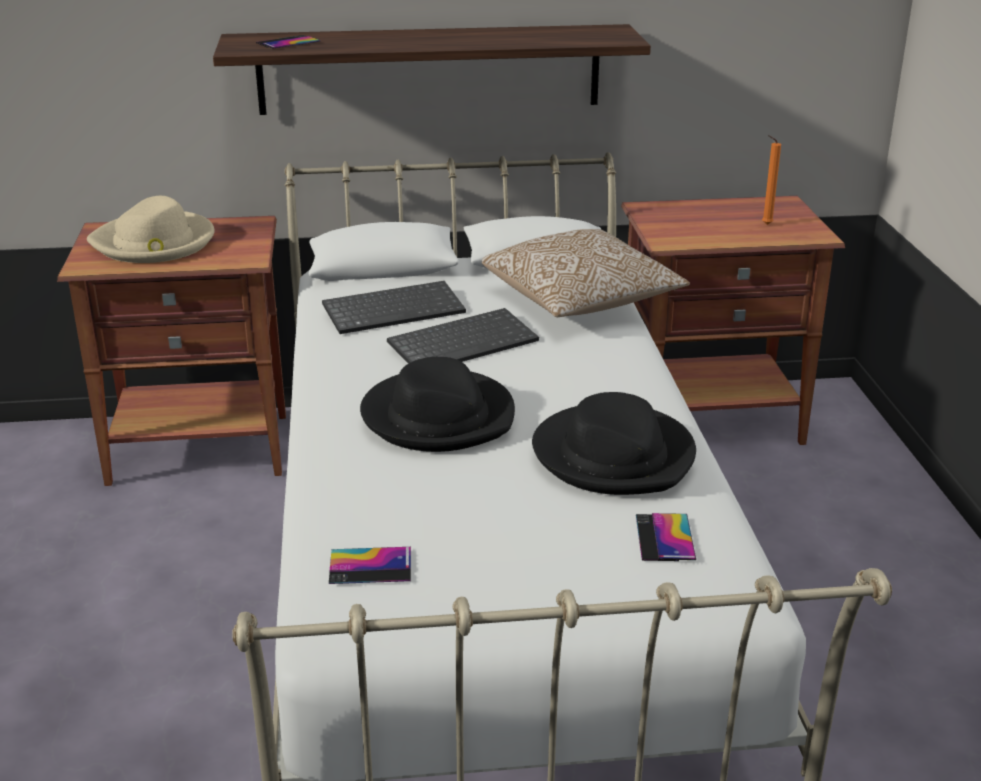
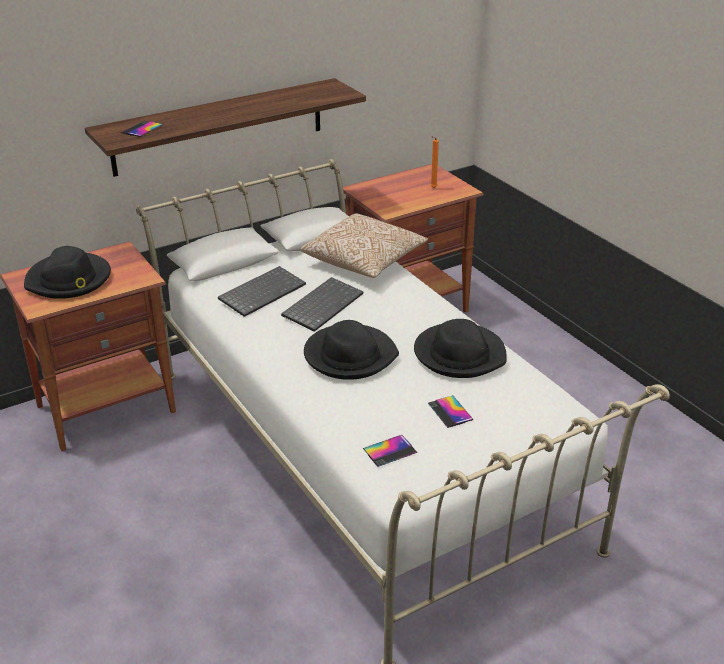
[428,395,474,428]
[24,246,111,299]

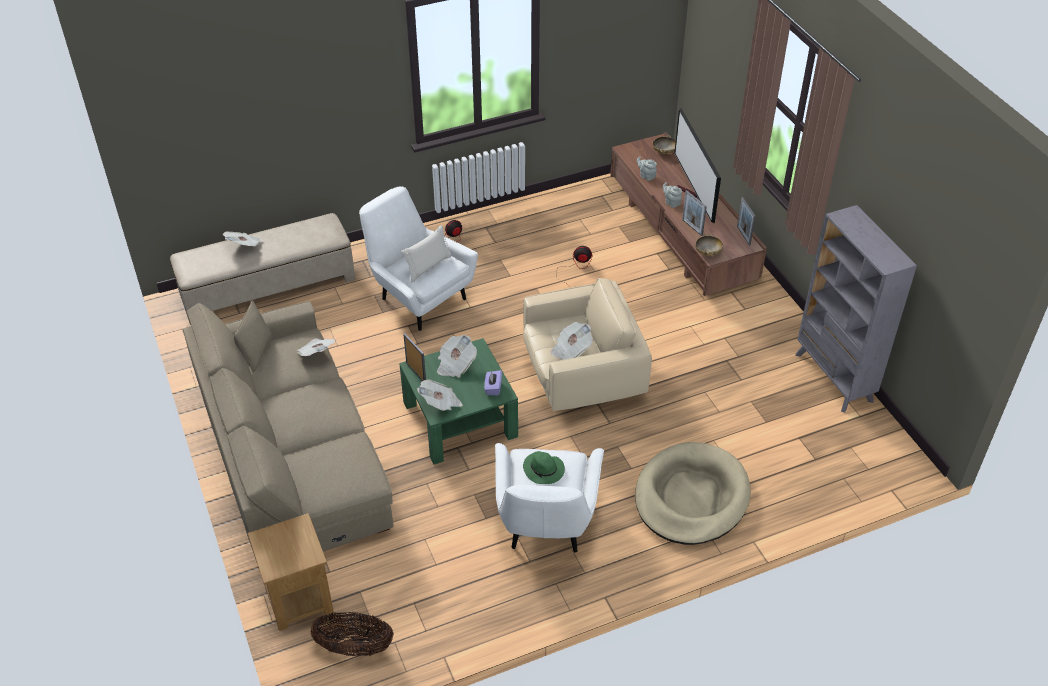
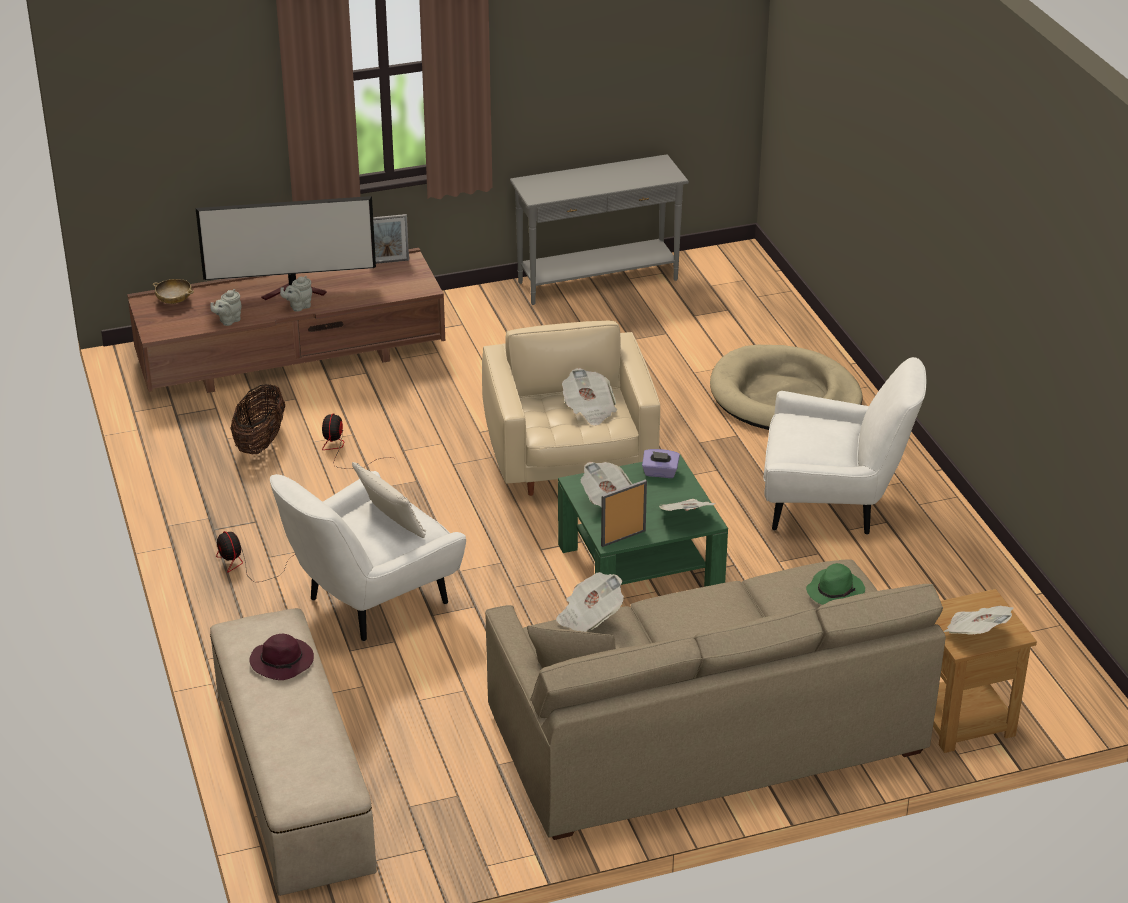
[682,190,707,236] (first image)
[695,233,723,256] (first image)
[249,634,314,680]
[944,606,1013,635]
[230,384,285,454]
[806,563,865,605]
[510,154,689,305]

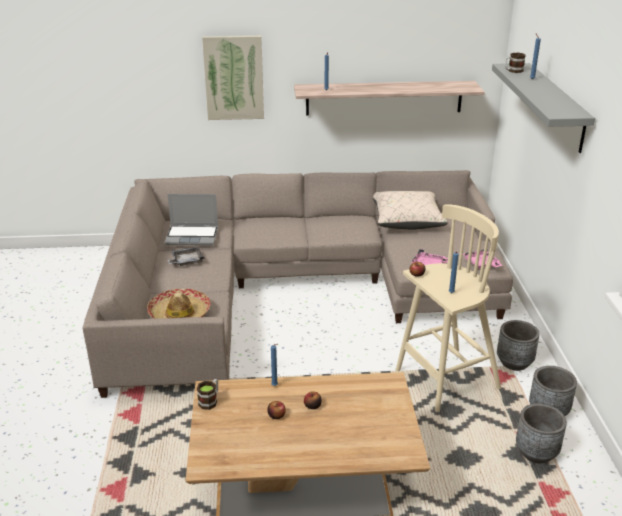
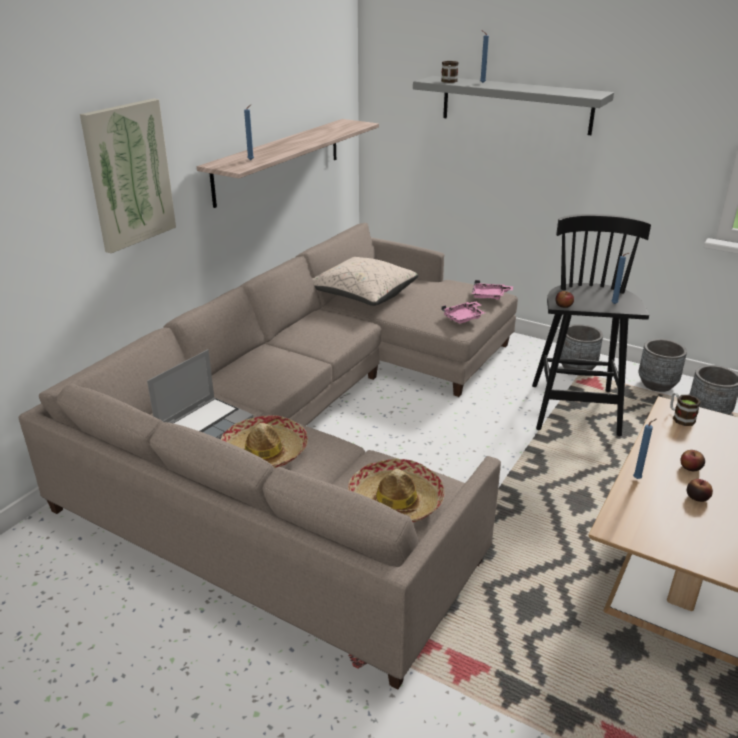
[670,393,701,426]
[221,415,308,468]
[532,214,651,436]

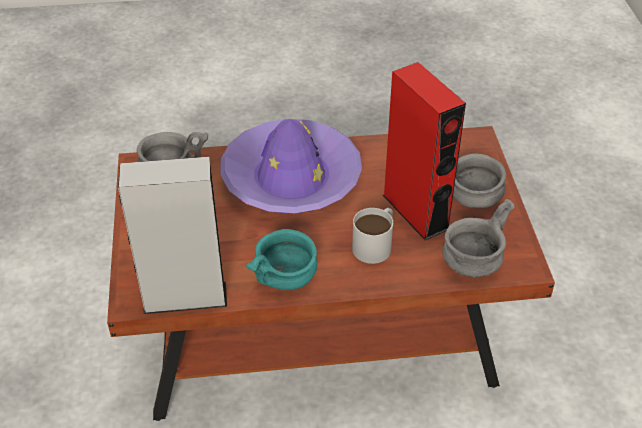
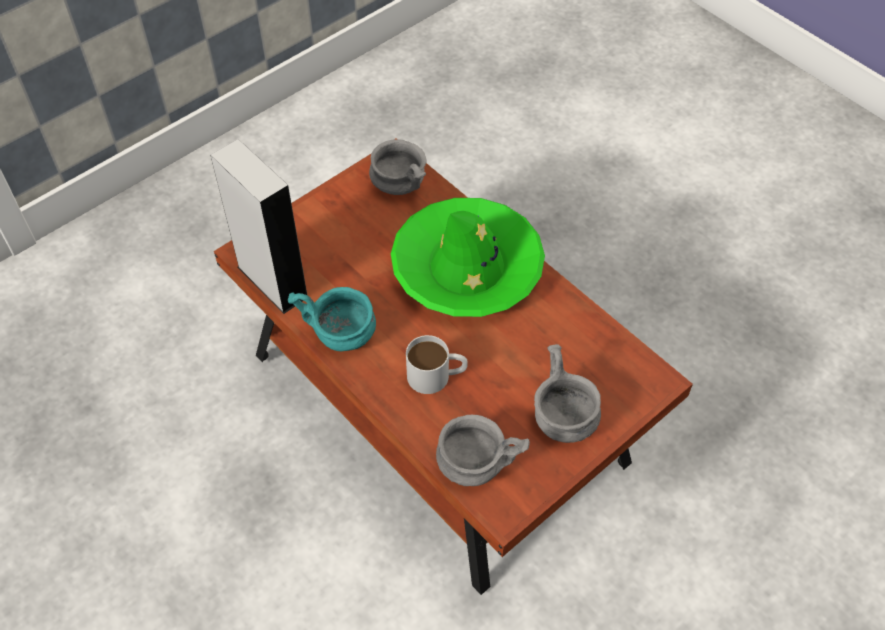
[383,62,466,240] (first image)
[391,198,545,317]

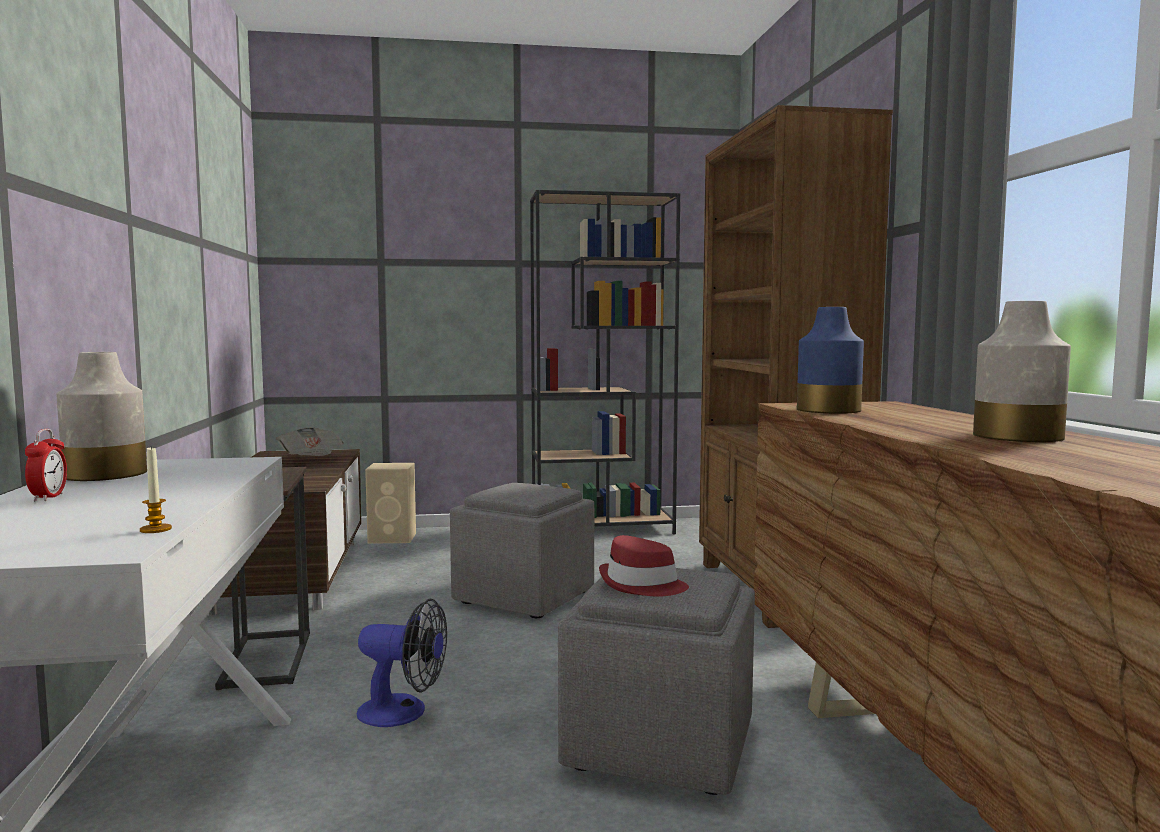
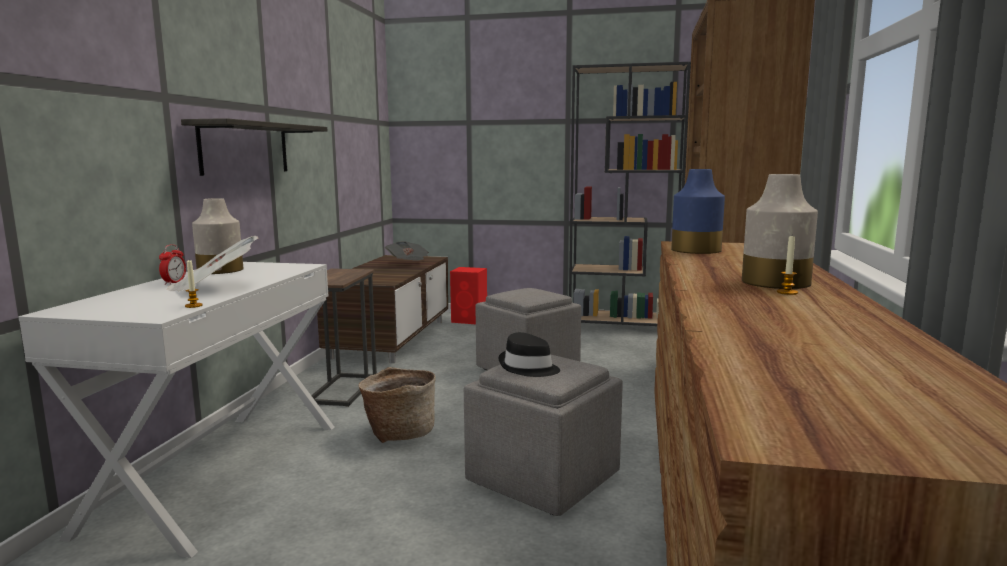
[167,236,258,292]
[181,118,327,176]
[777,236,798,295]
[359,367,436,443]
[450,267,487,324]
[499,332,560,377]

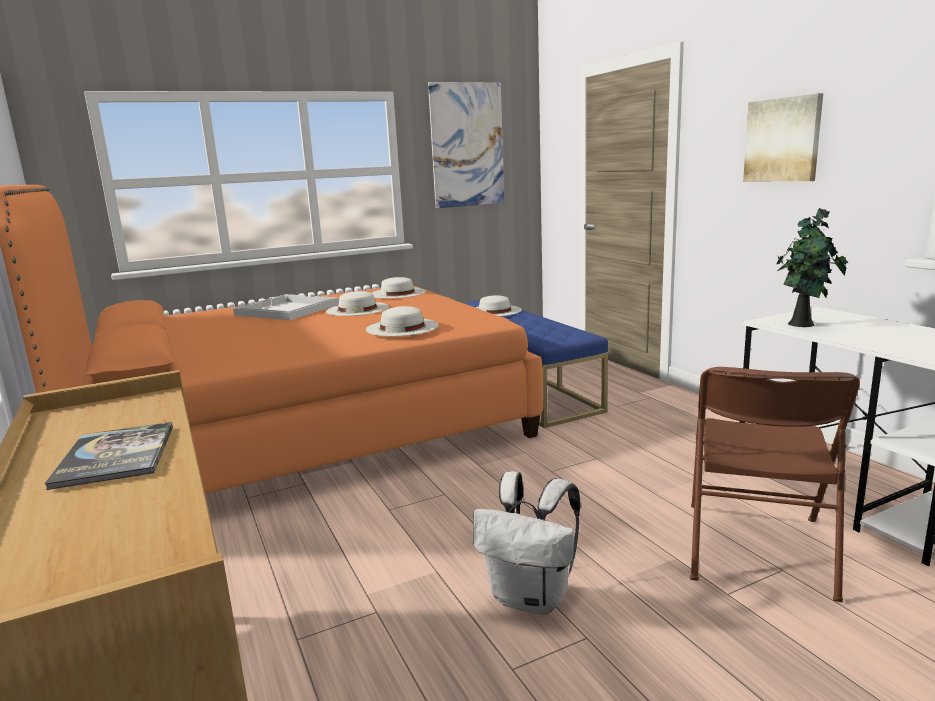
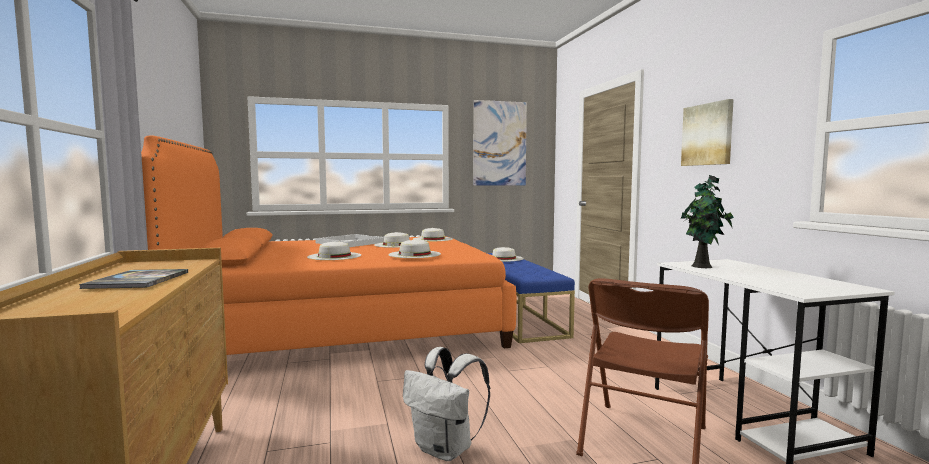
[307,242,361,260]

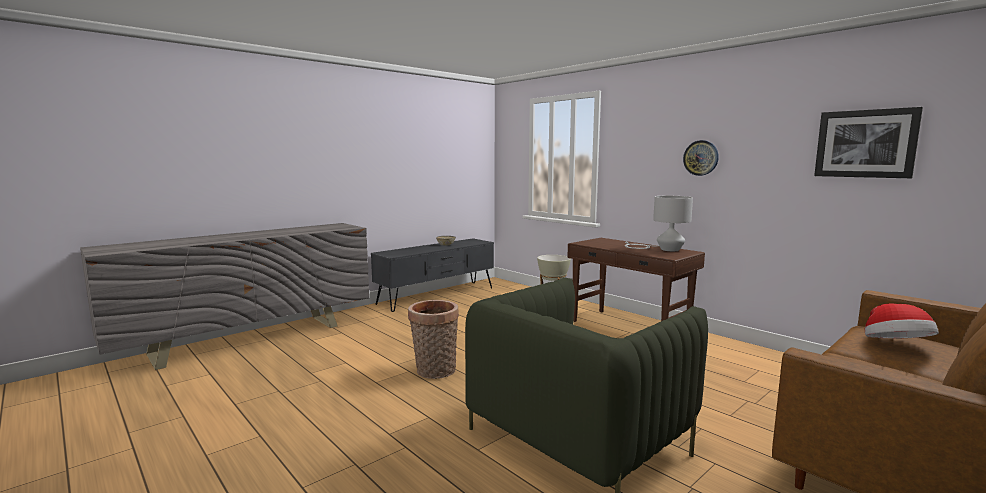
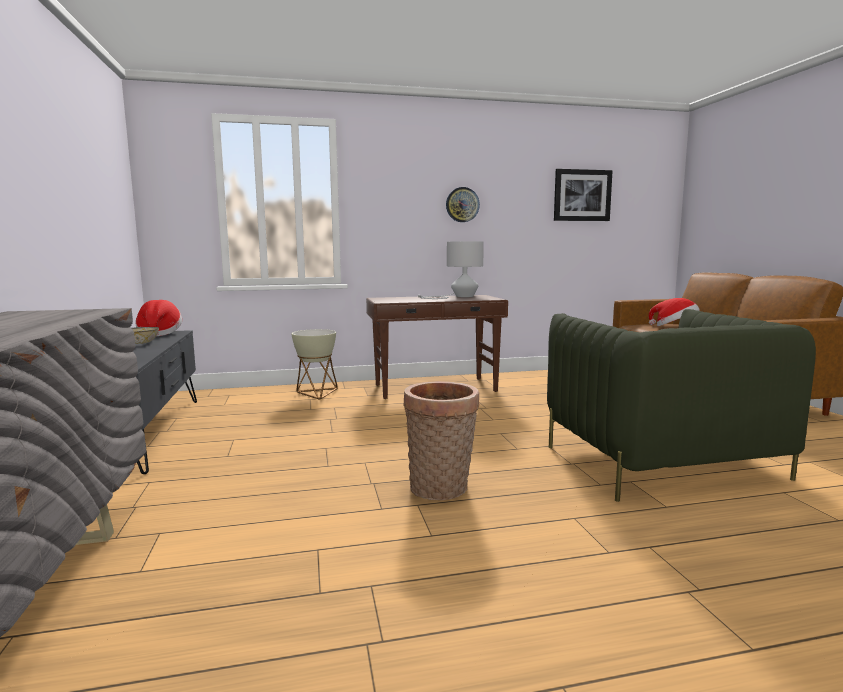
[135,300,182,337]

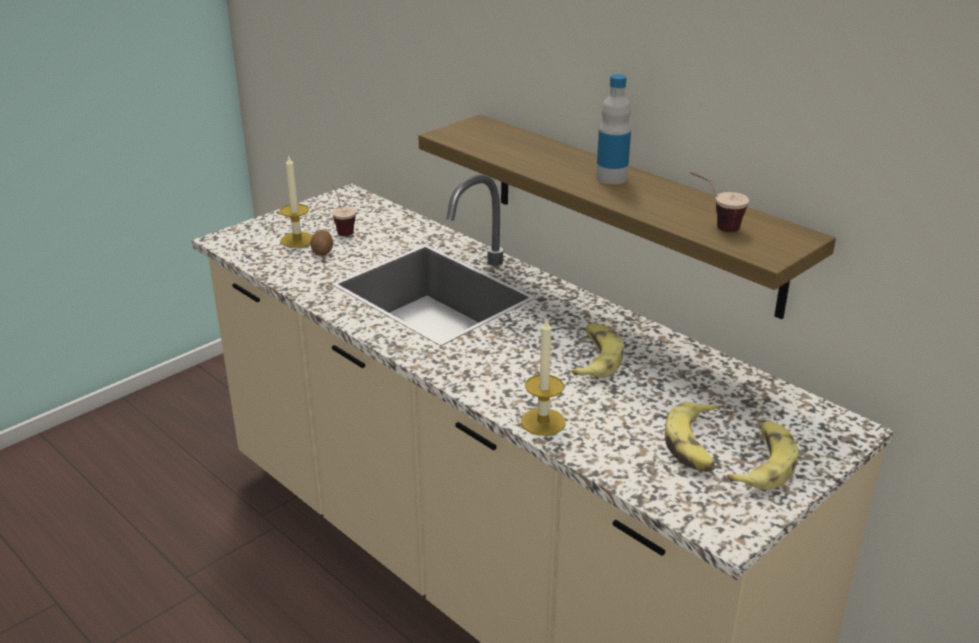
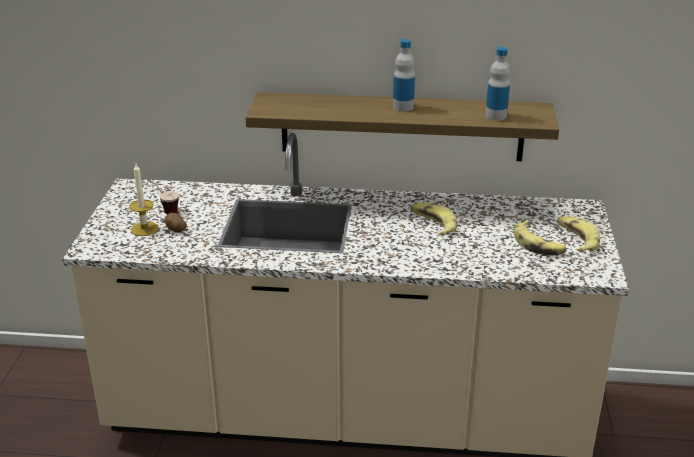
[521,317,566,436] (first image)
[485,47,510,121]

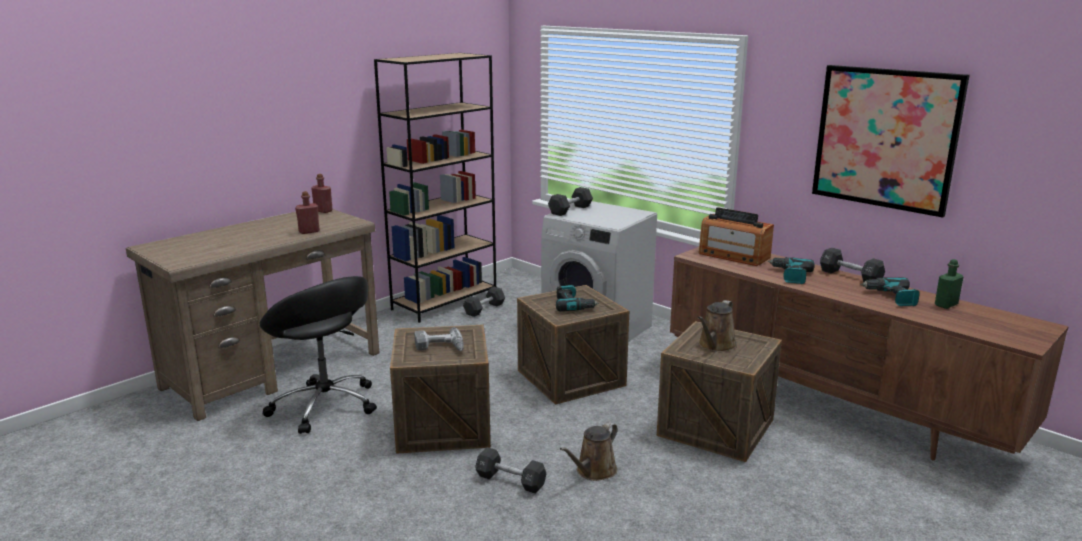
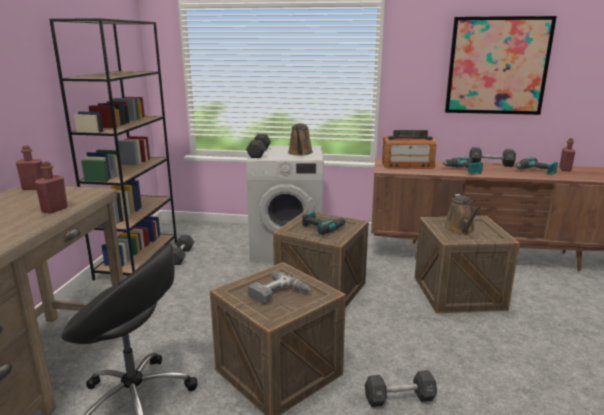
[288,123,313,155]
[559,138,575,171]

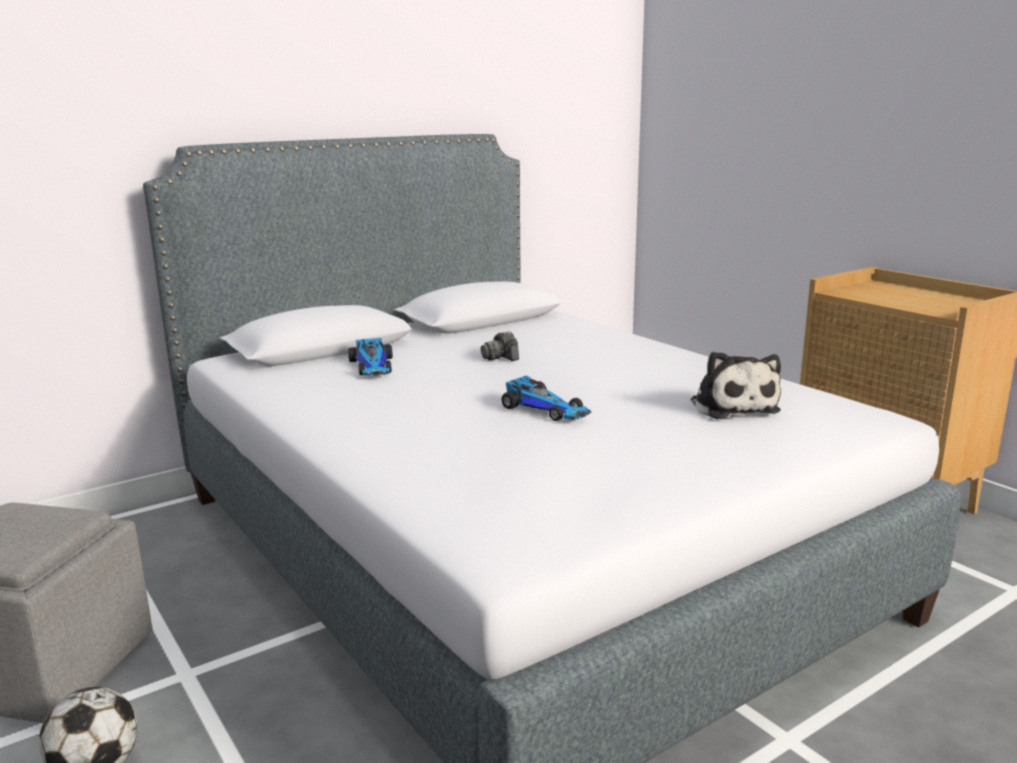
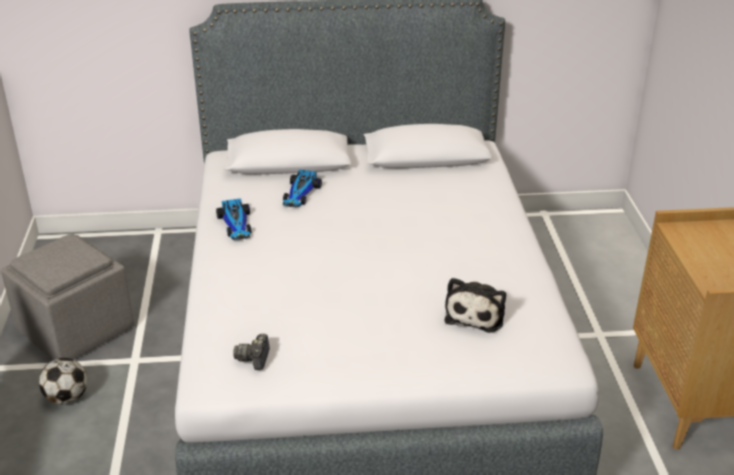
[233,334,270,370]
[216,198,251,240]

